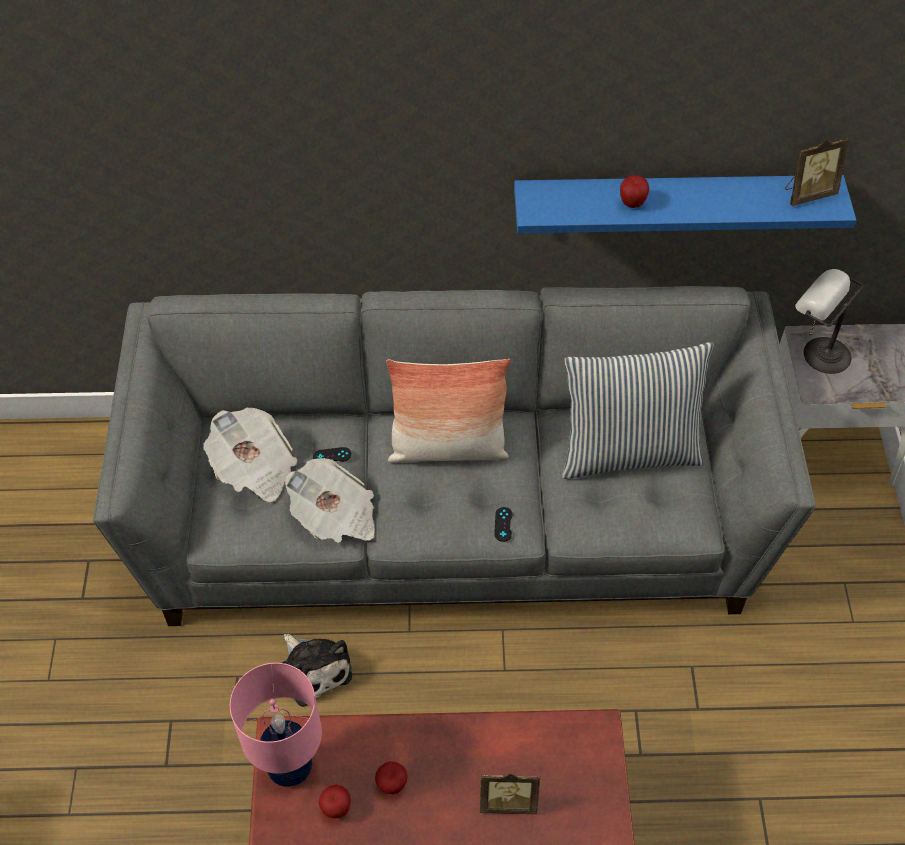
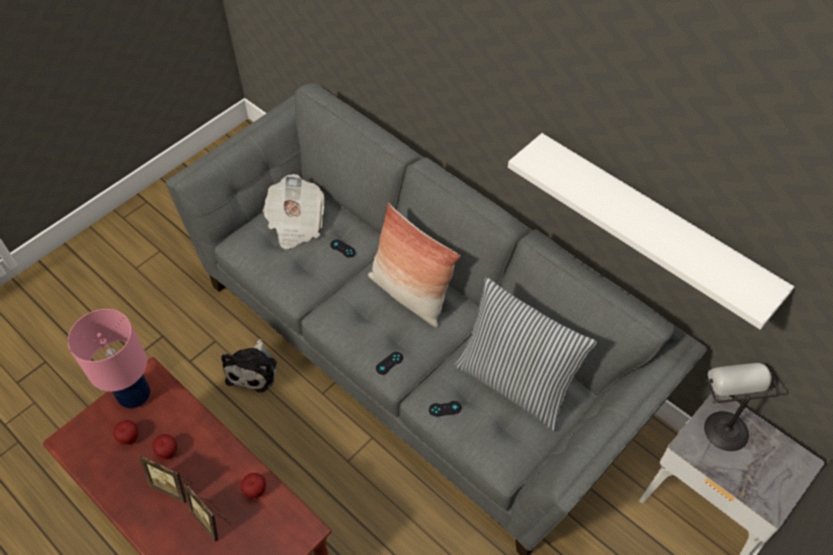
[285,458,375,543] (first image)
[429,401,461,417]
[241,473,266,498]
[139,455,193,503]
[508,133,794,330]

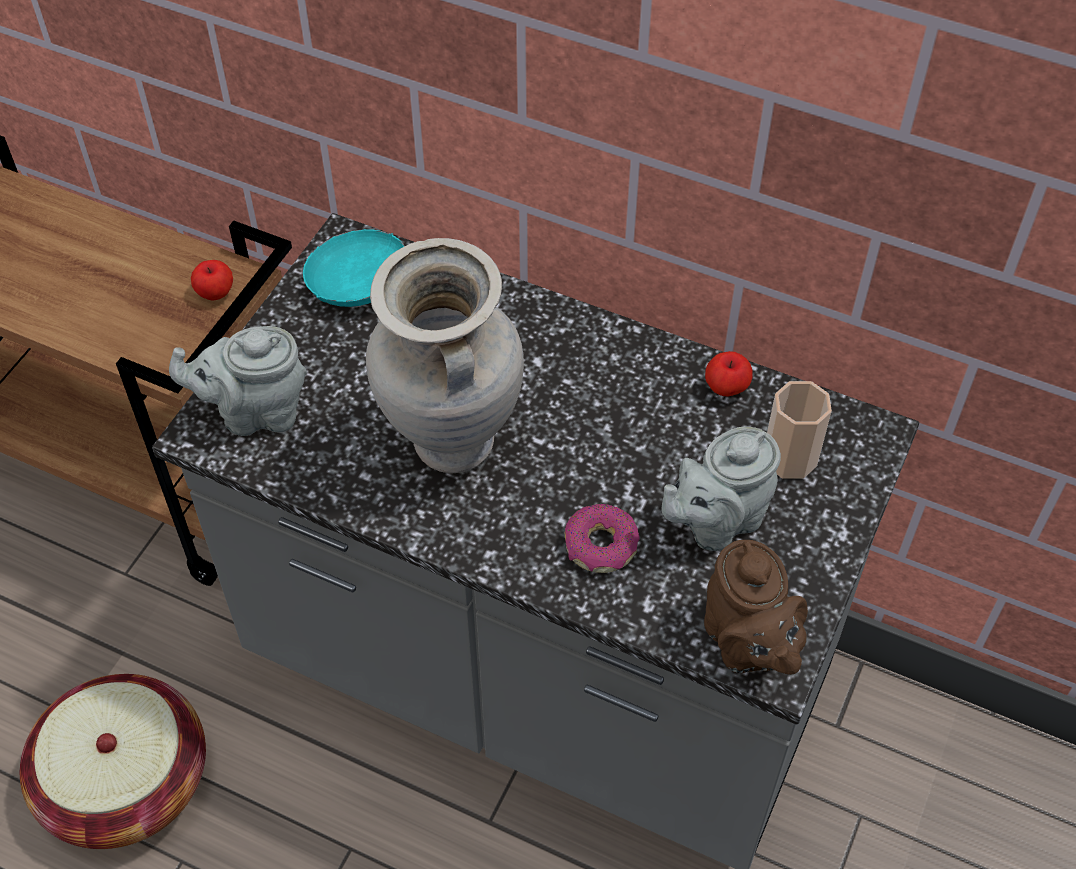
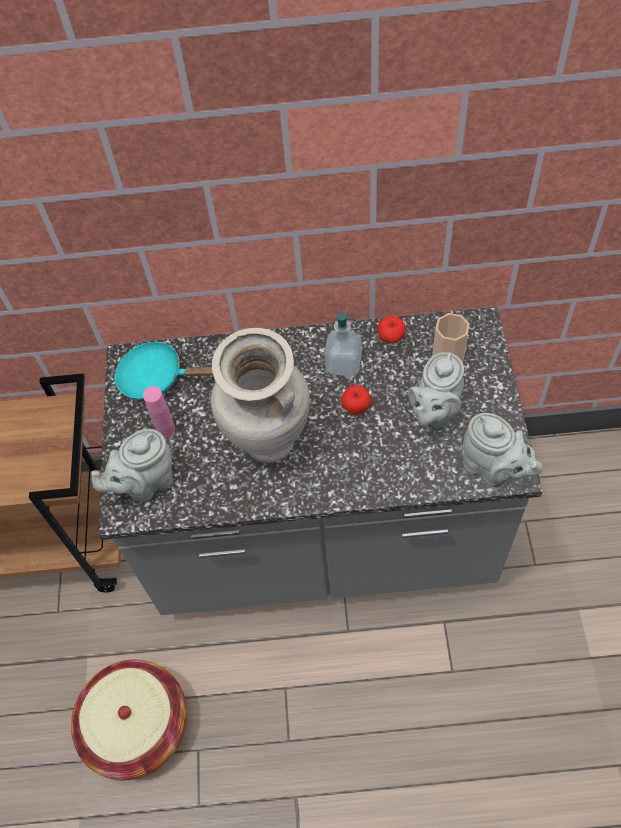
[565,504,640,573] (first image)
[143,386,175,438]
[324,312,362,376]
[341,385,371,414]
[462,413,543,487]

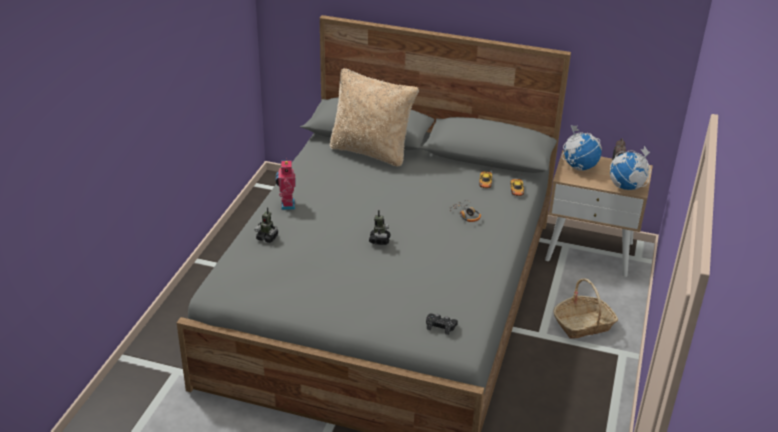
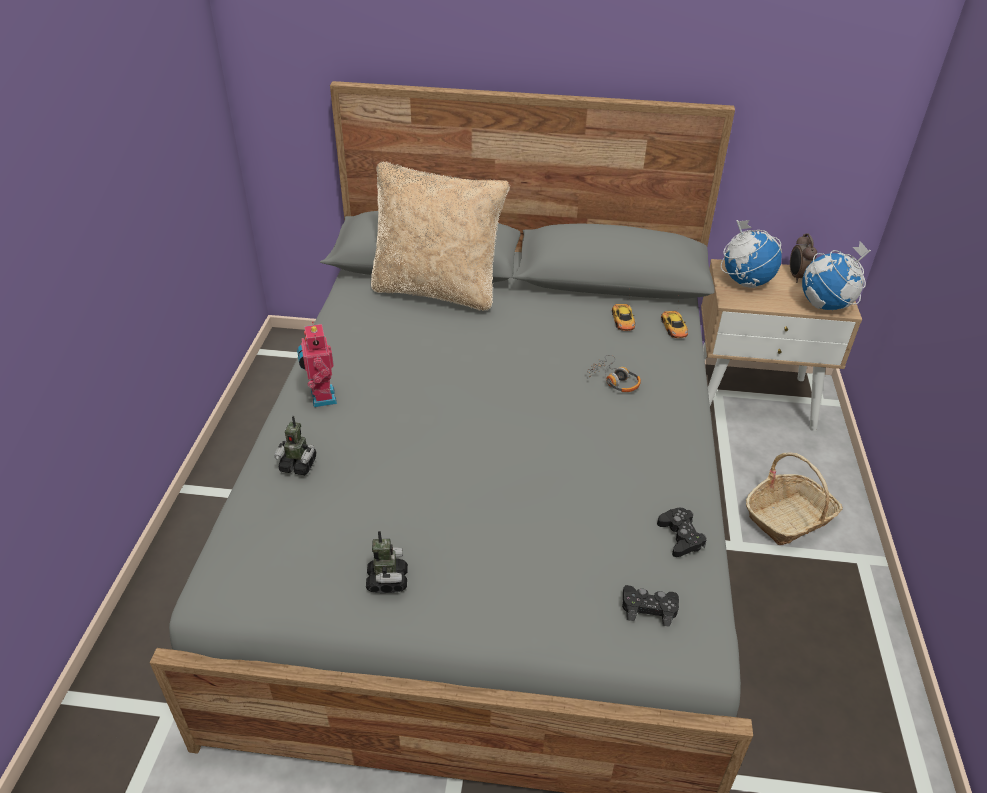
[657,508,707,557]
[366,531,408,593]

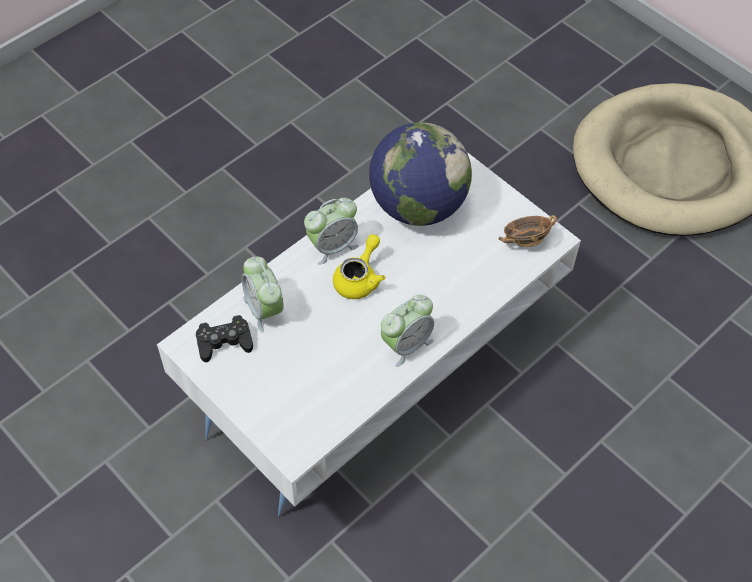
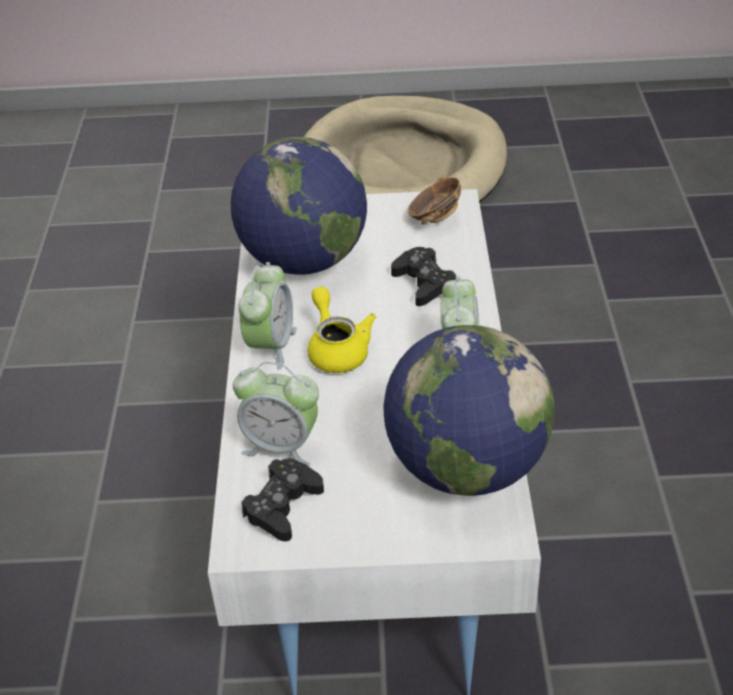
[383,325,554,496]
[391,247,456,306]

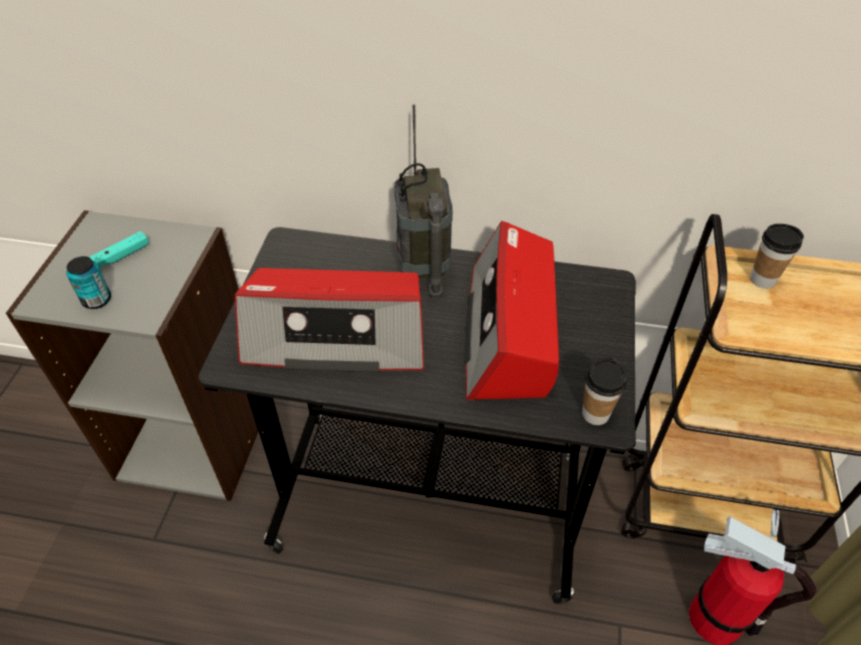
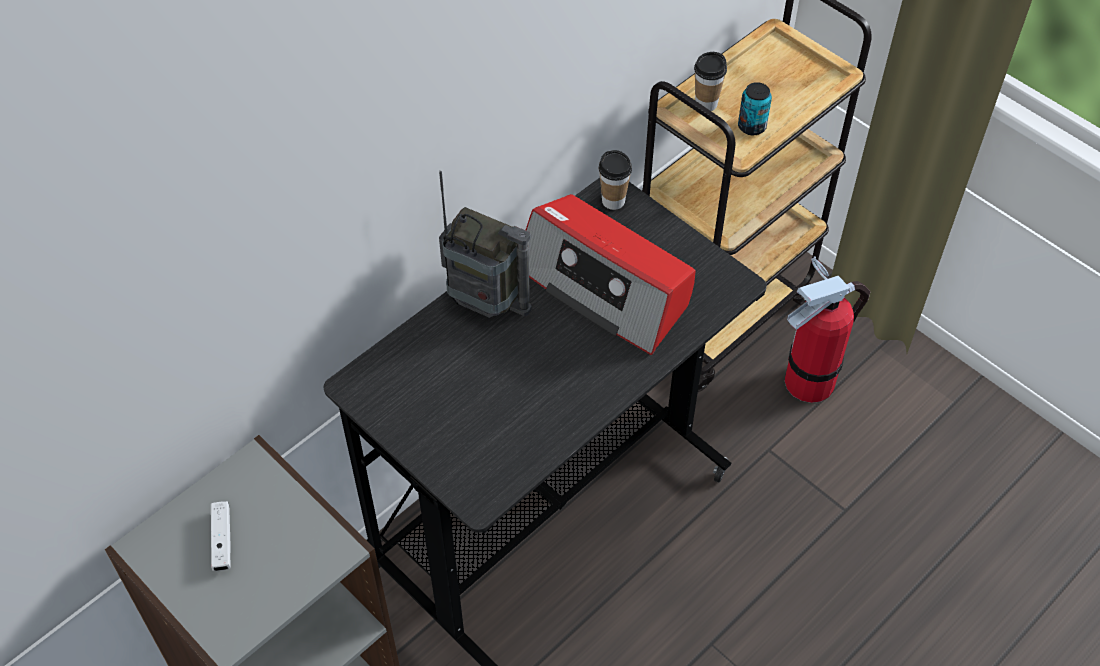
[235,268,424,372] (first image)
[738,82,772,135]
[599,150,632,210]
[211,501,231,571]

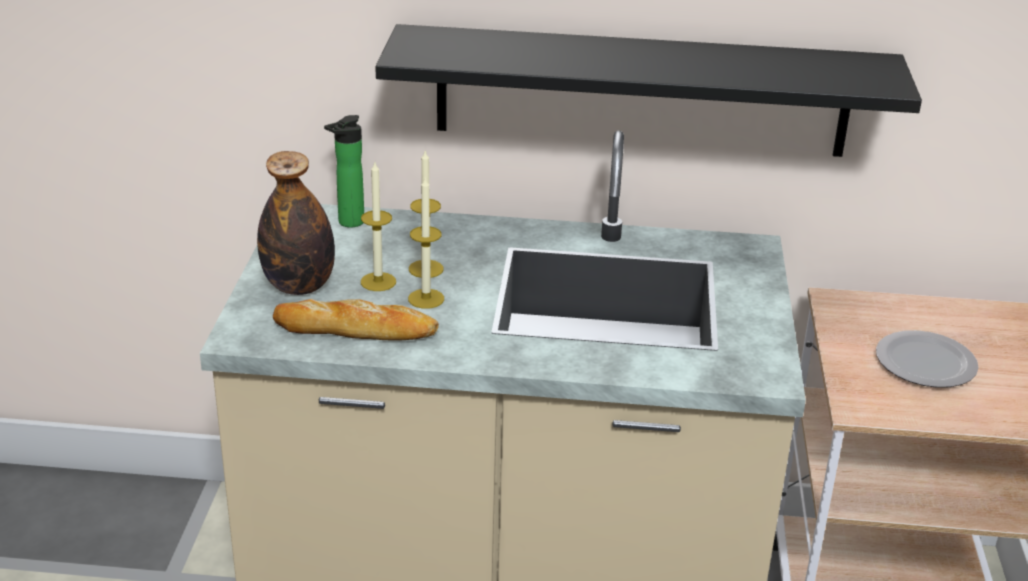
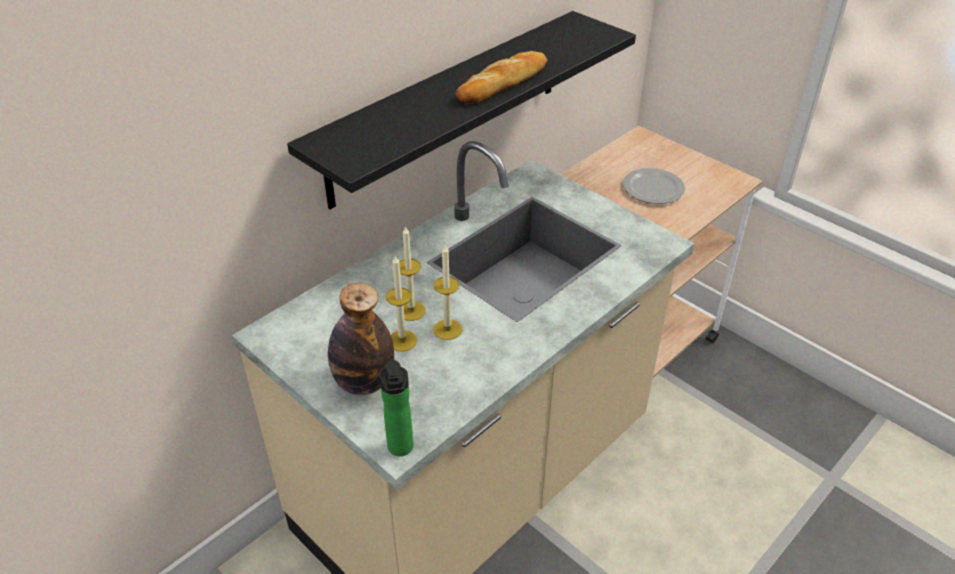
[455,51,548,103]
[379,359,414,456]

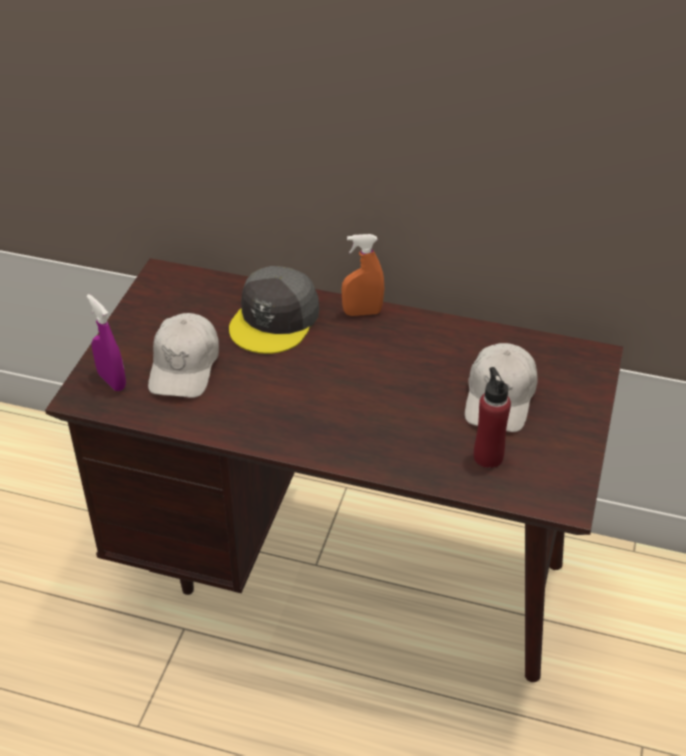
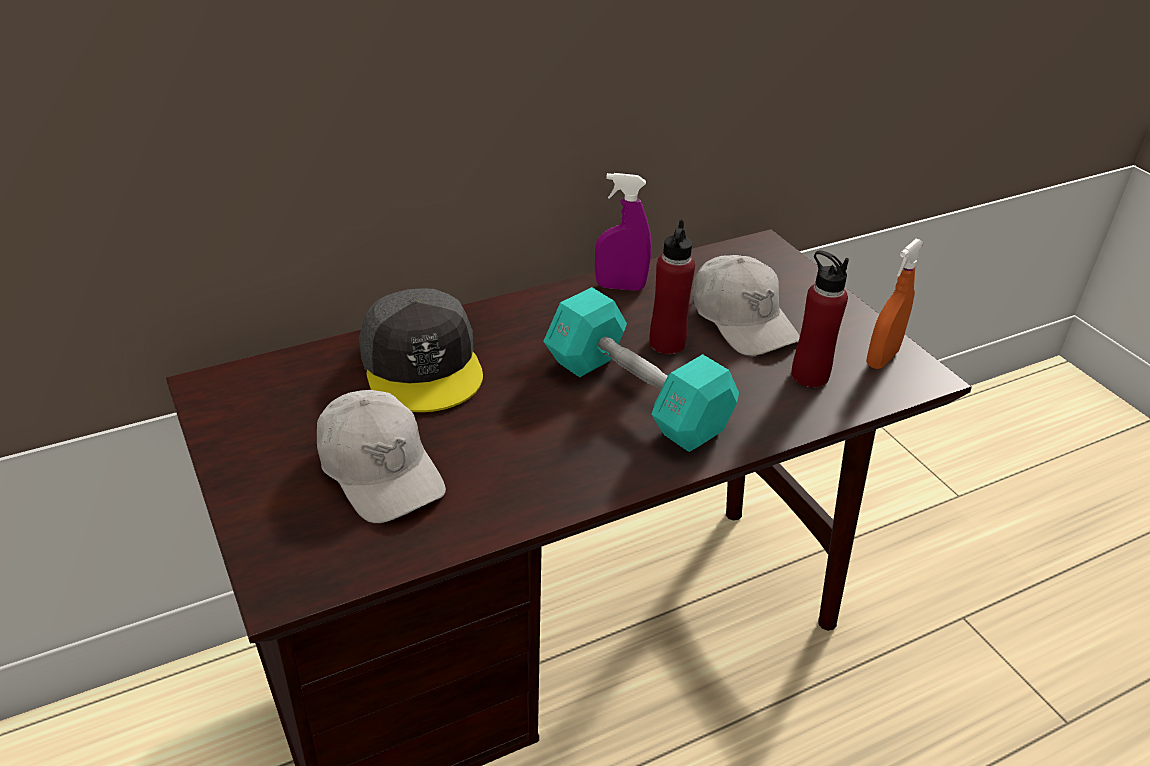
[543,287,739,452]
[649,219,695,354]
[595,173,651,291]
[866,239,923,369]

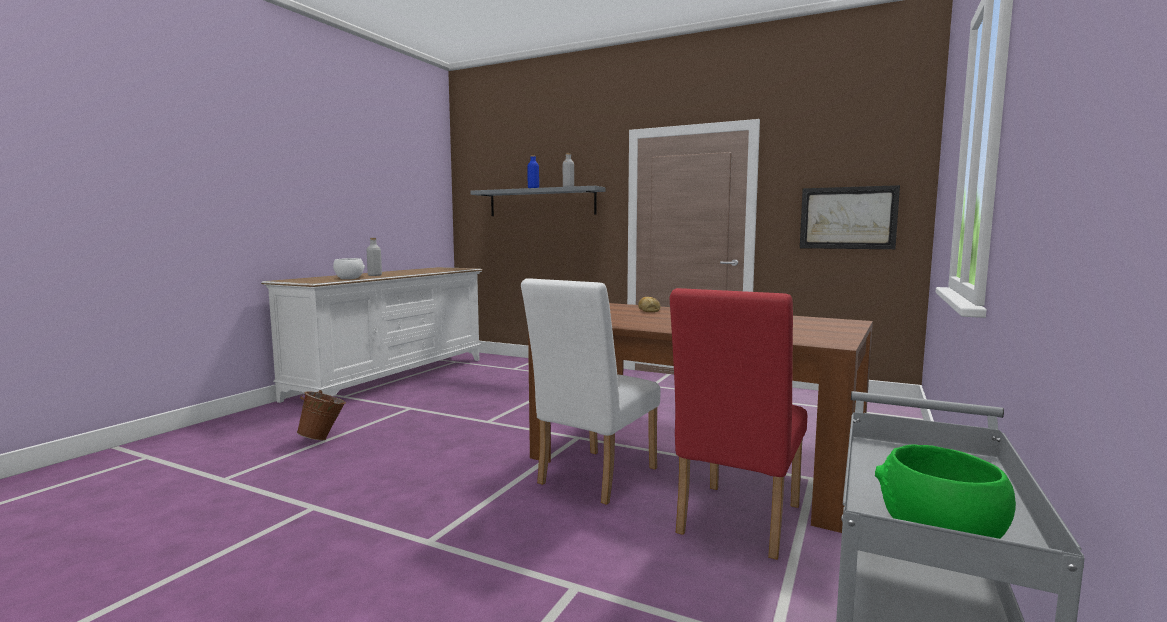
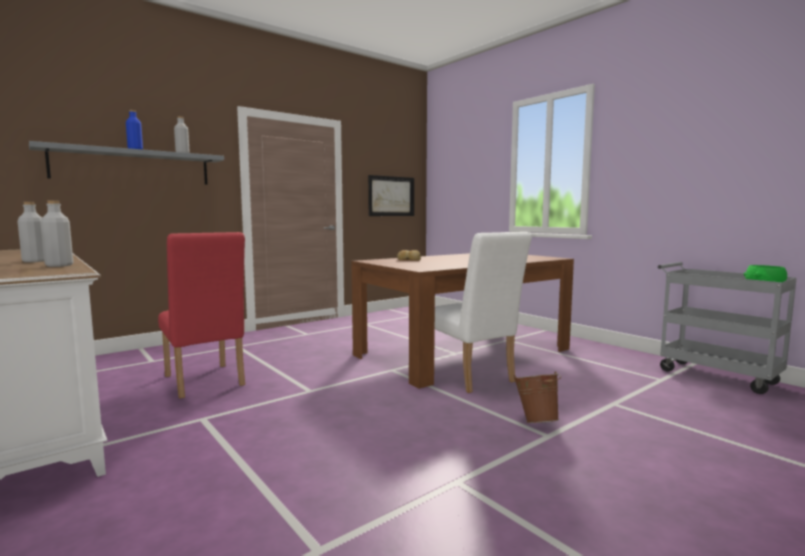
[514,372,561,423]
[158,232,245,399]
[41,200,73,267]

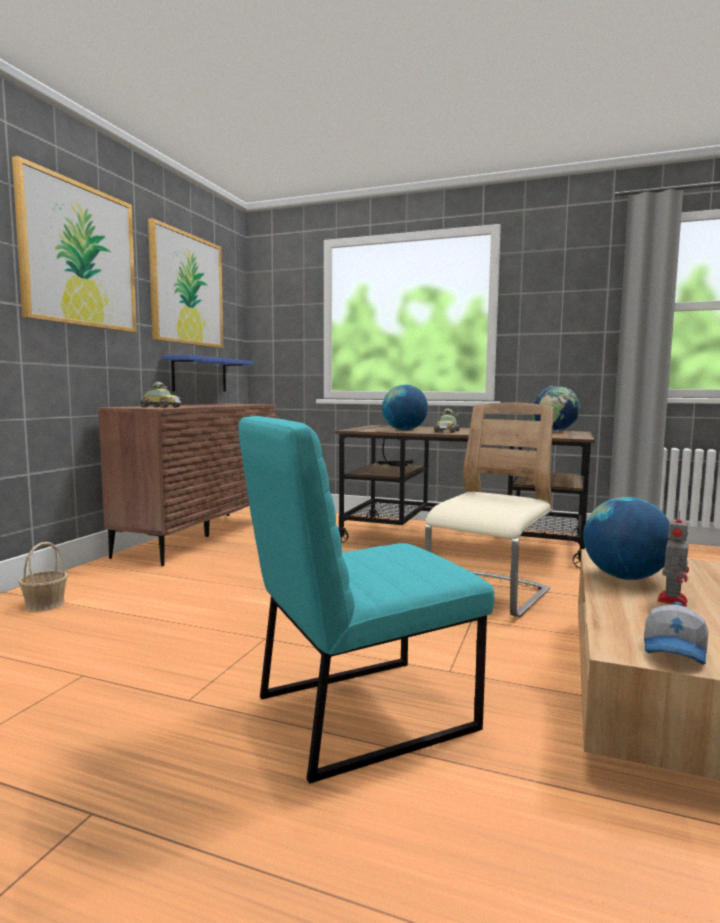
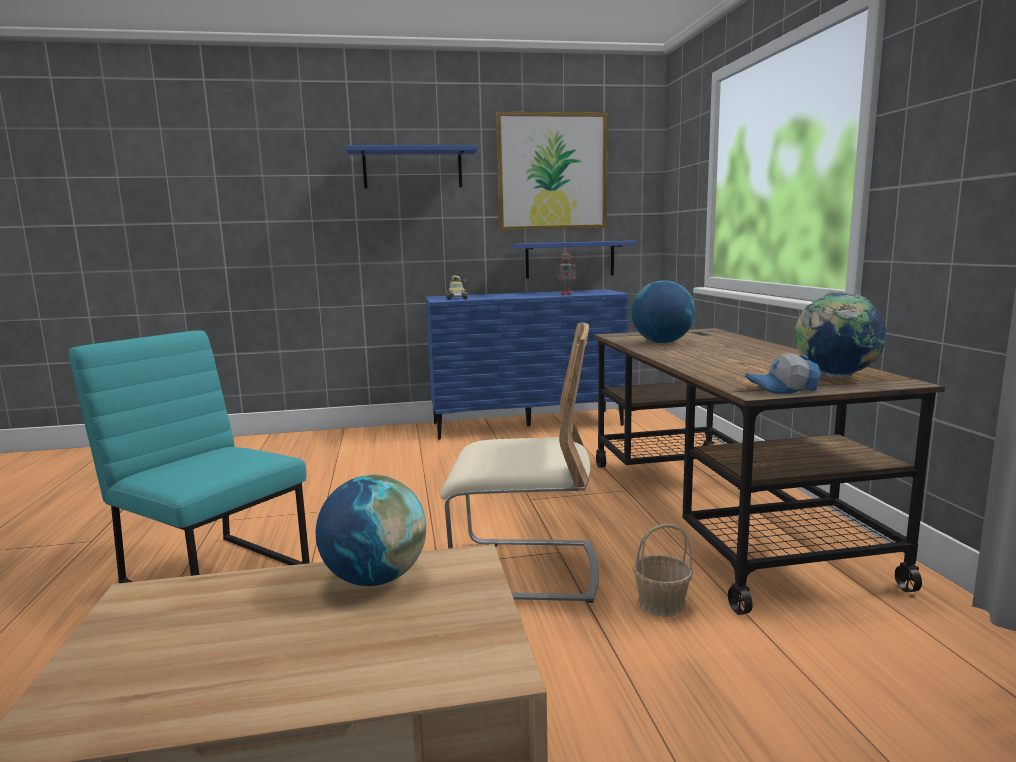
[434,408,460,433] (first image)
[633,524,693,617]
[745,353,821,394]
[557,248,577,295]
[346,145,478,189]
[425,289,630,440]

